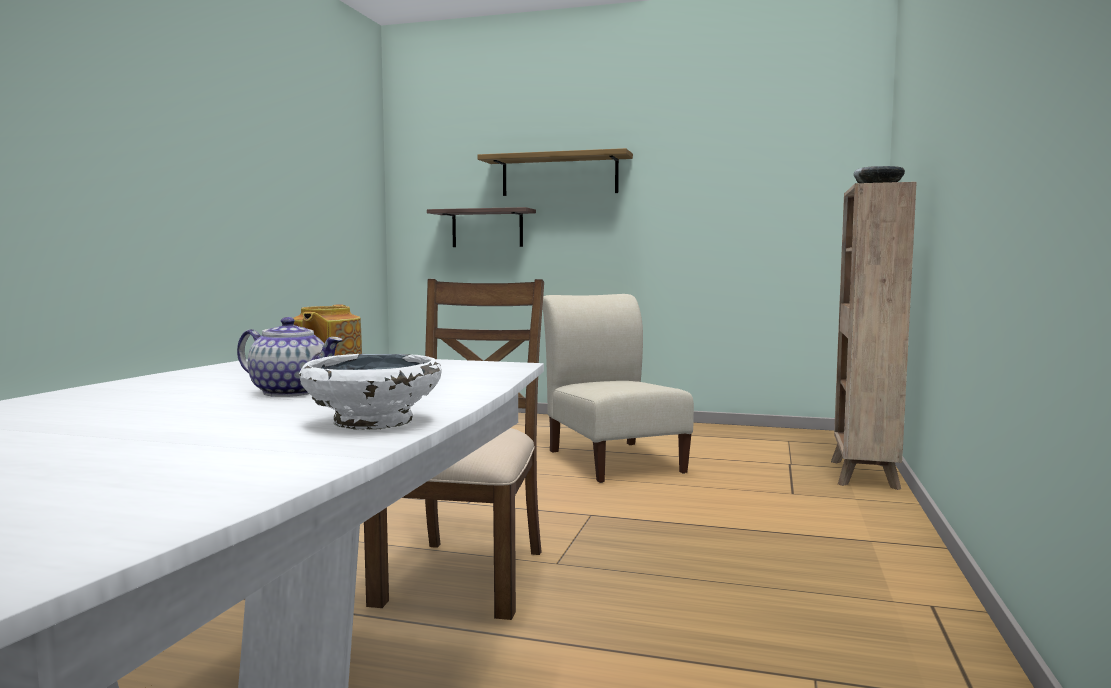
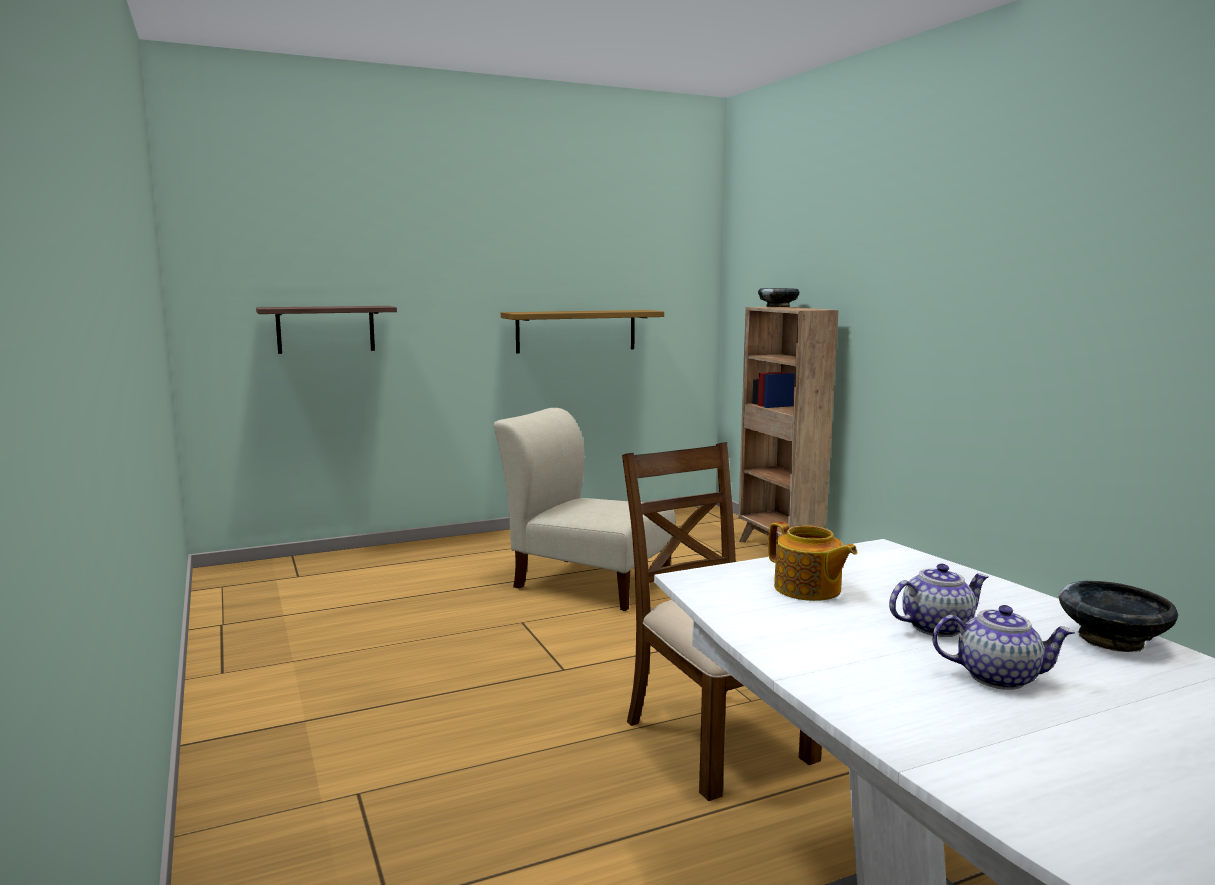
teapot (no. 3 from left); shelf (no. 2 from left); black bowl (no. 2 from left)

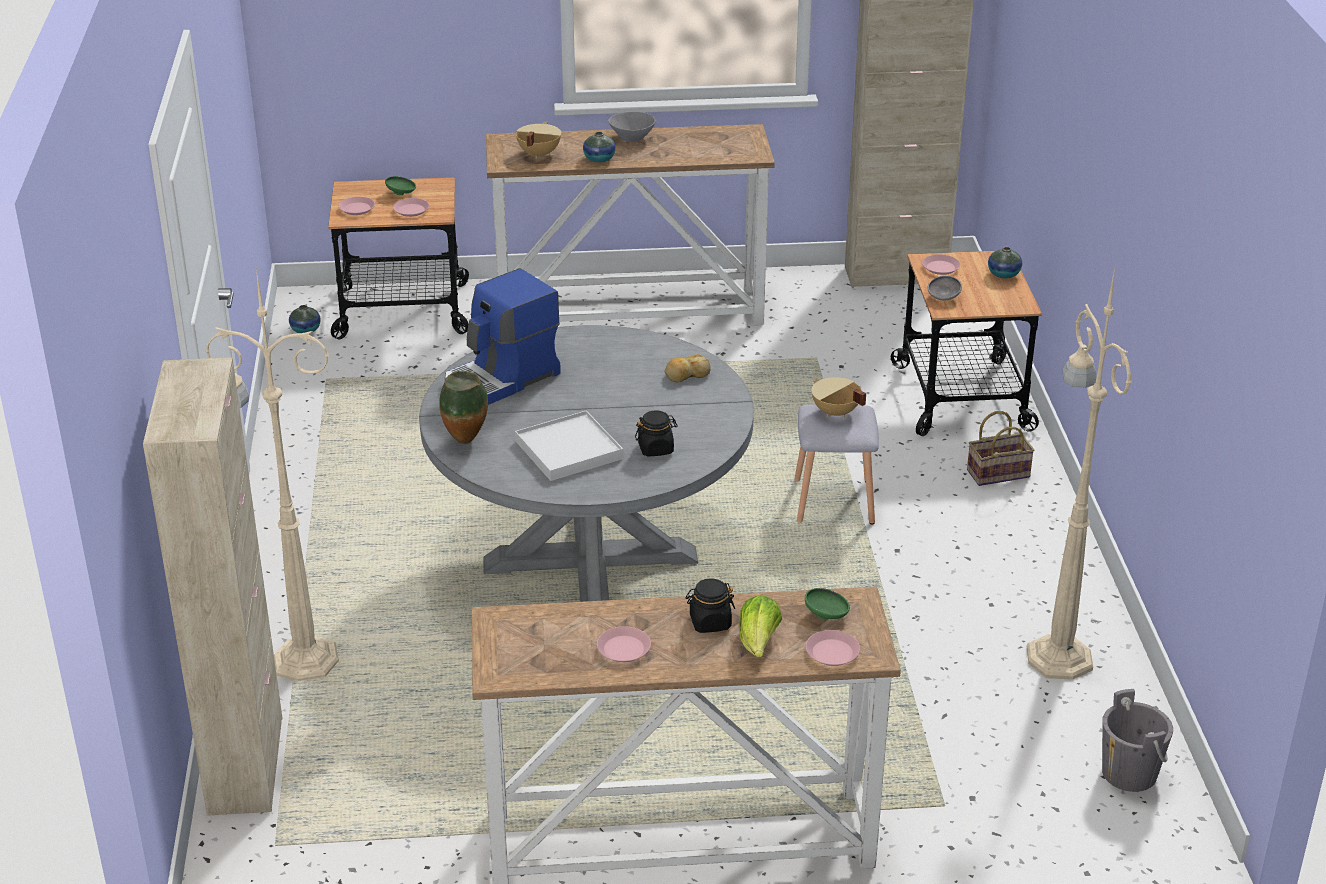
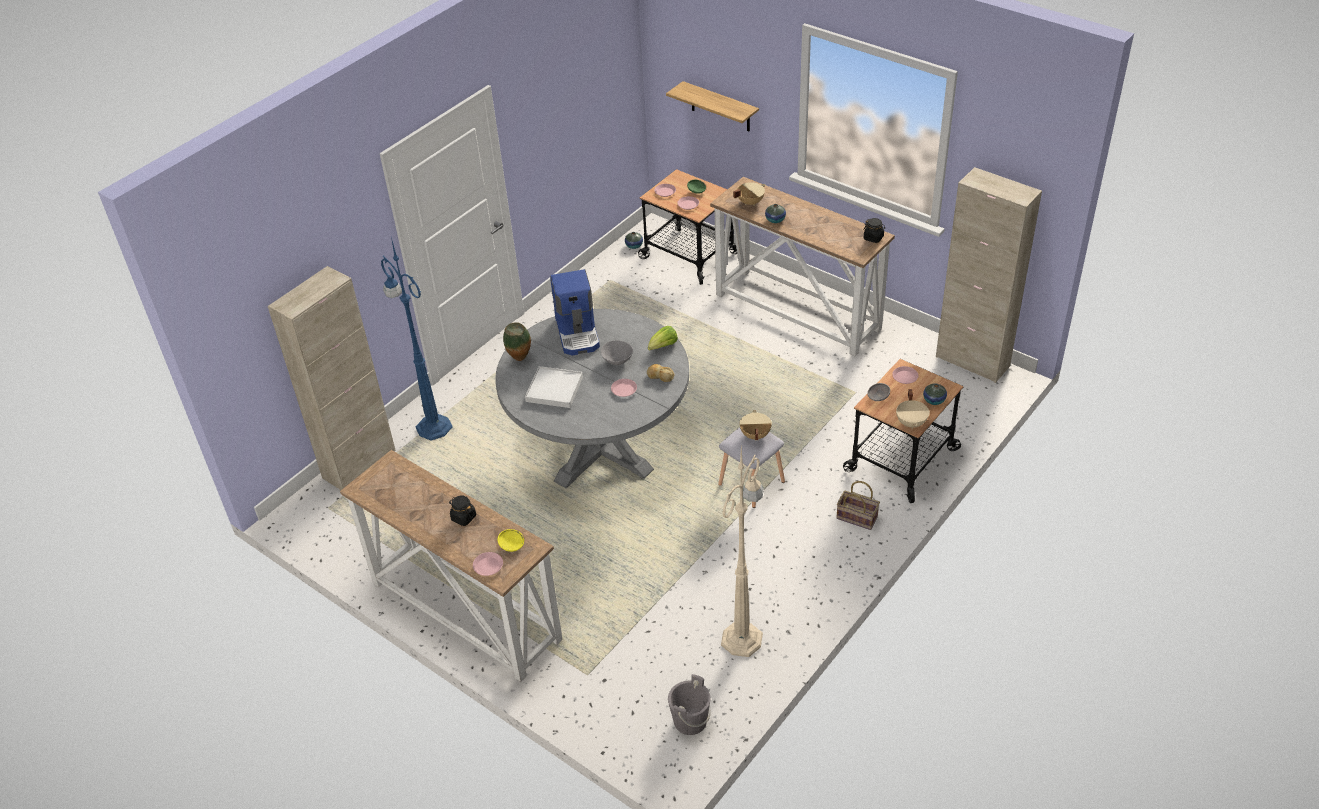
shelf; beige cooking pot (no. 3 from left); pink plate (no. 2 from left); grey bowl (no. 1 from left); black jar (no. 2 from left); lettuce; blue floor lamp; yellow bowl; coffee machine

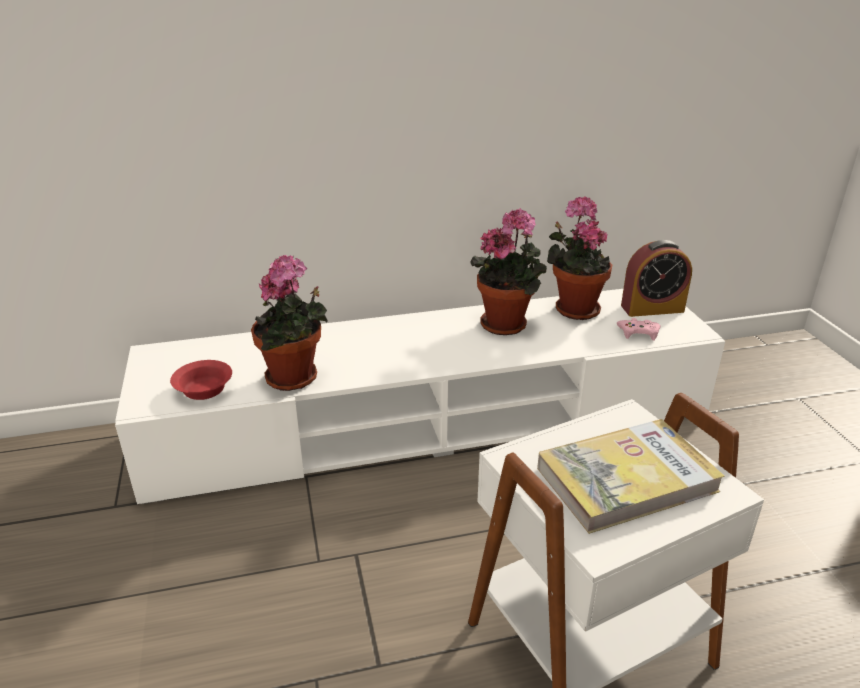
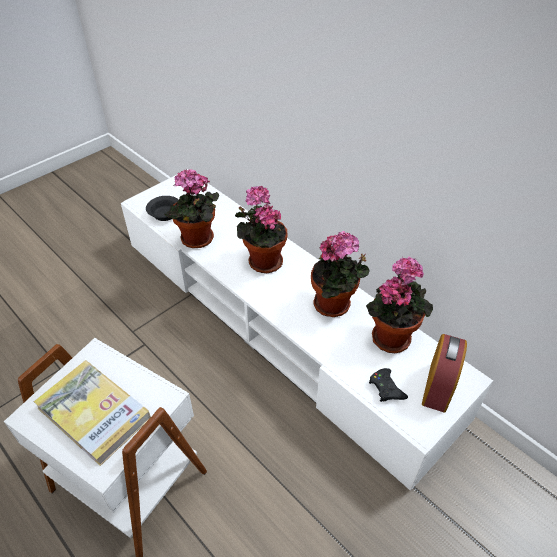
potted plant (no. 2 from left); black bowl; black game controller; alarm clock

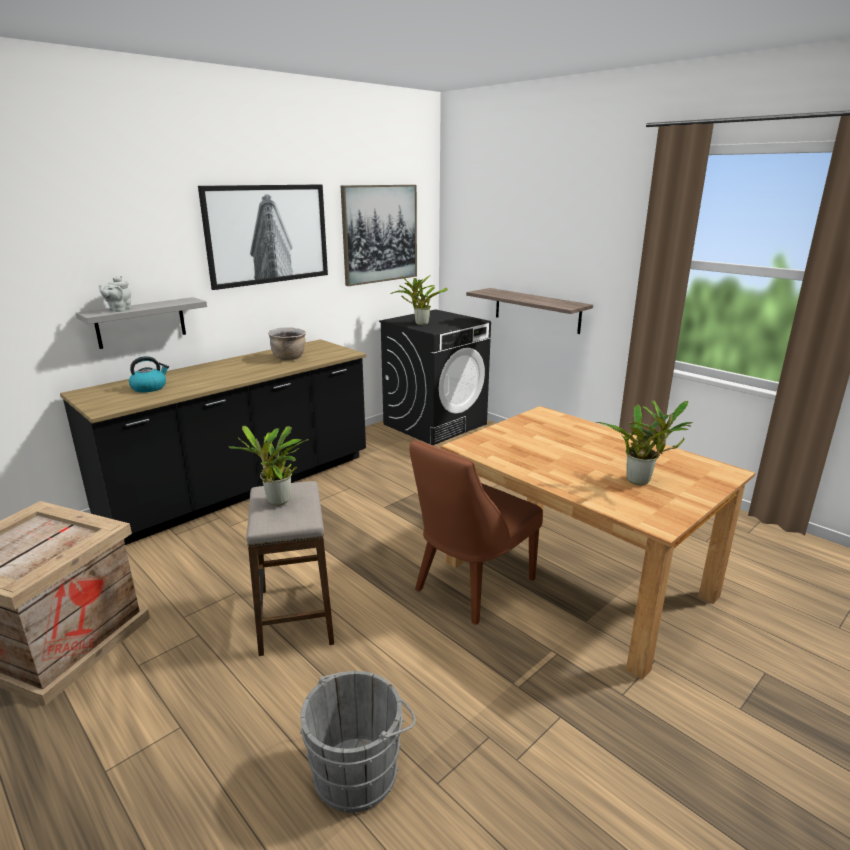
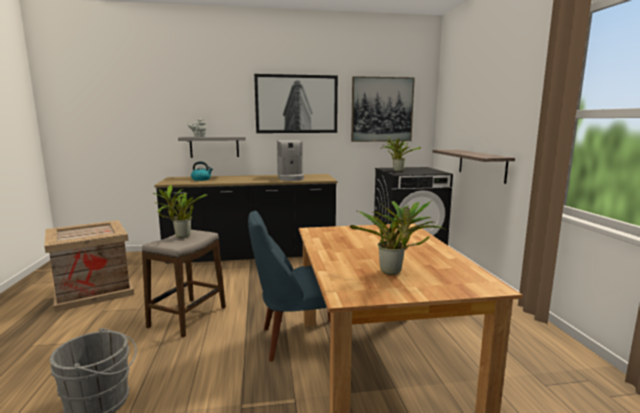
coffee machine; blue chair

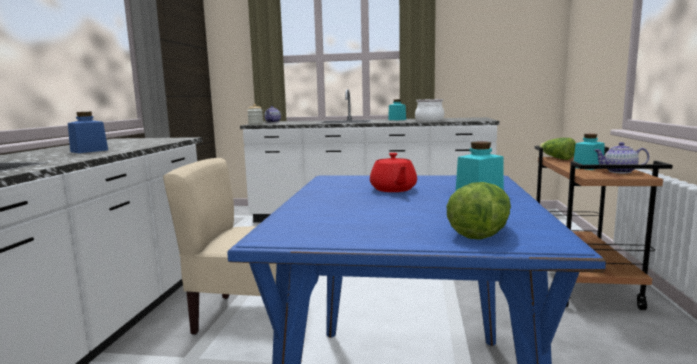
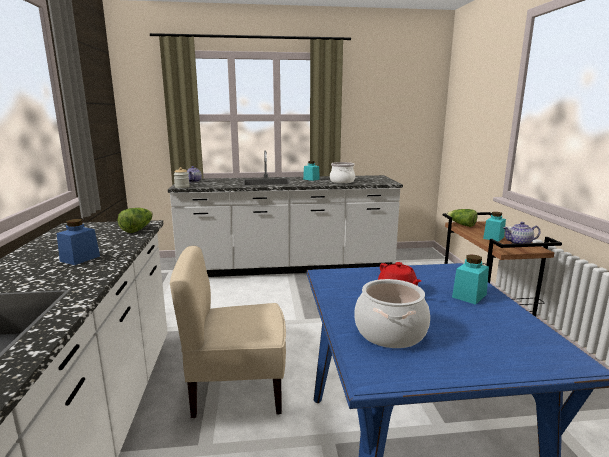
cooking pot (no. 2 from left); lettuce (no. 1 from left)

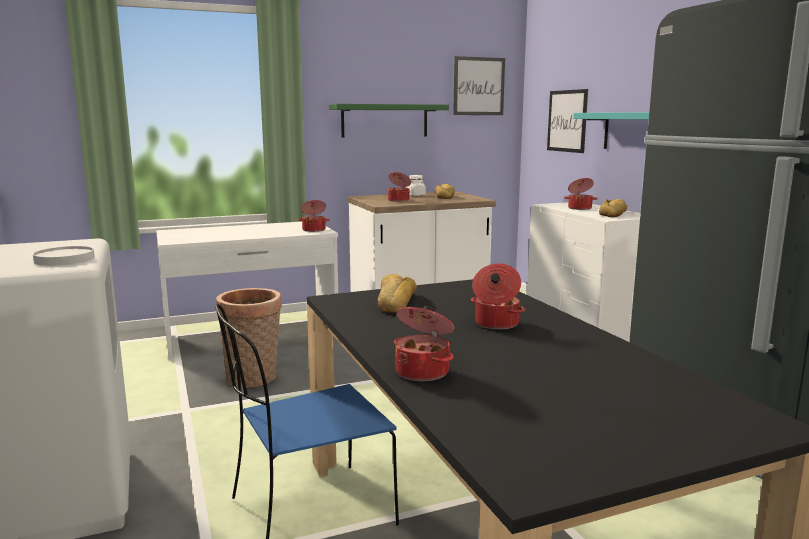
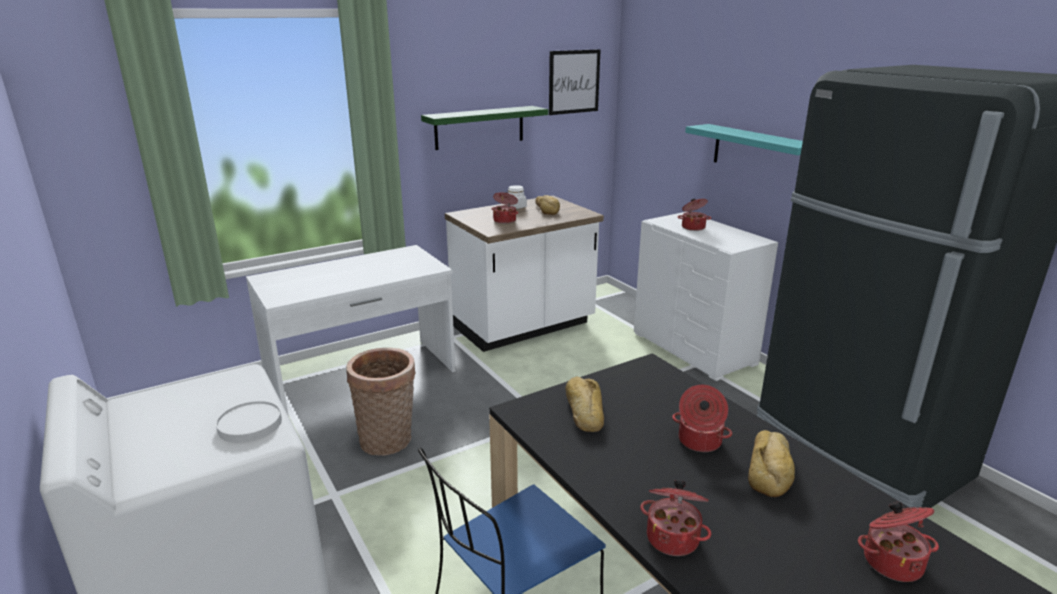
picture (no. 2 from left in the first image); cooking pot (no. 5 from left); bread (no. 3 from left)

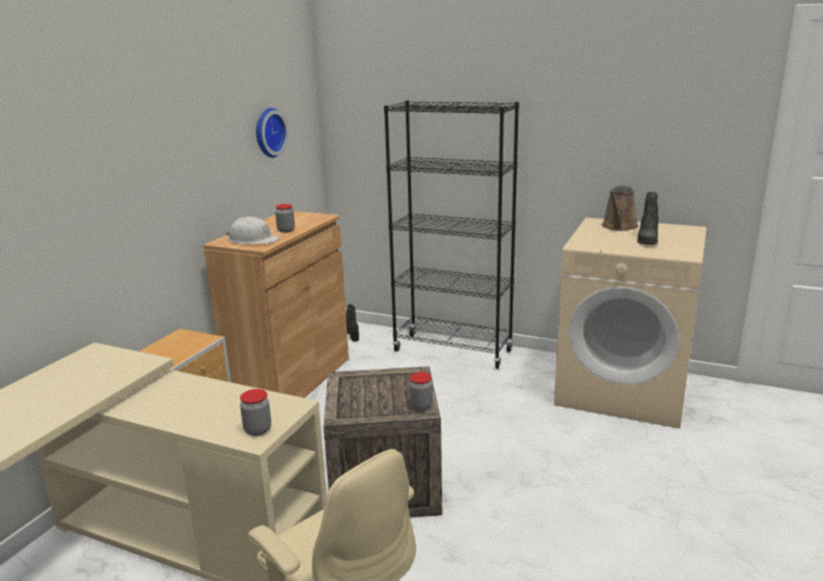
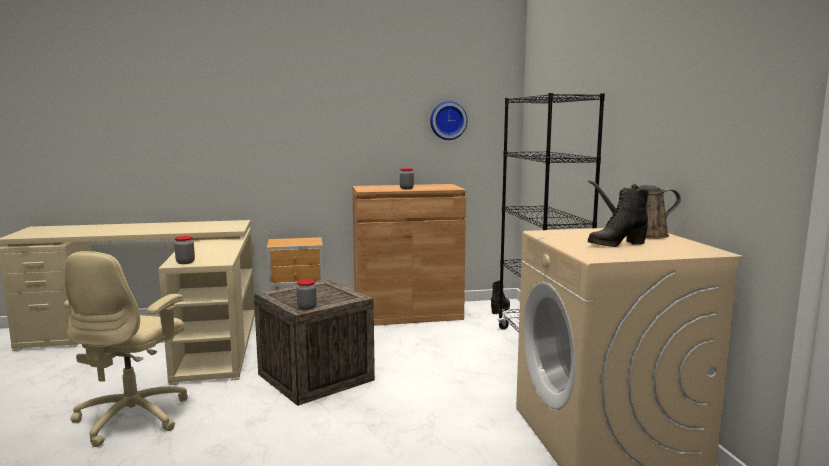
white hard hat

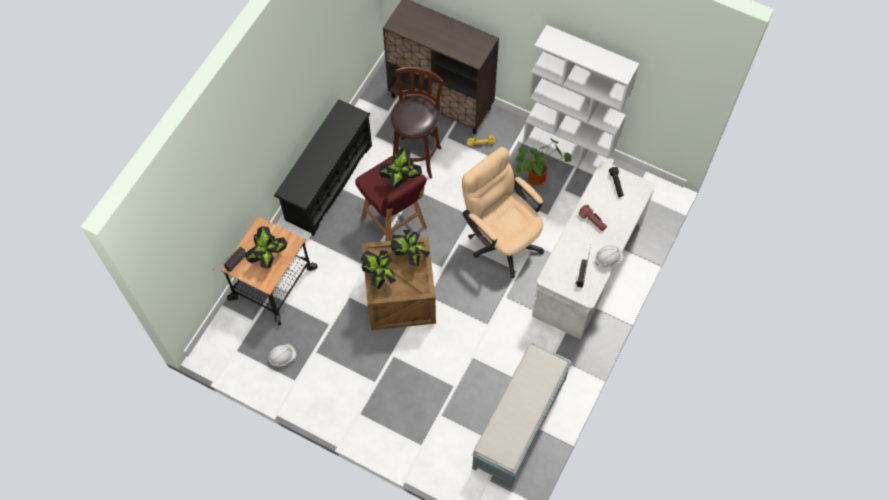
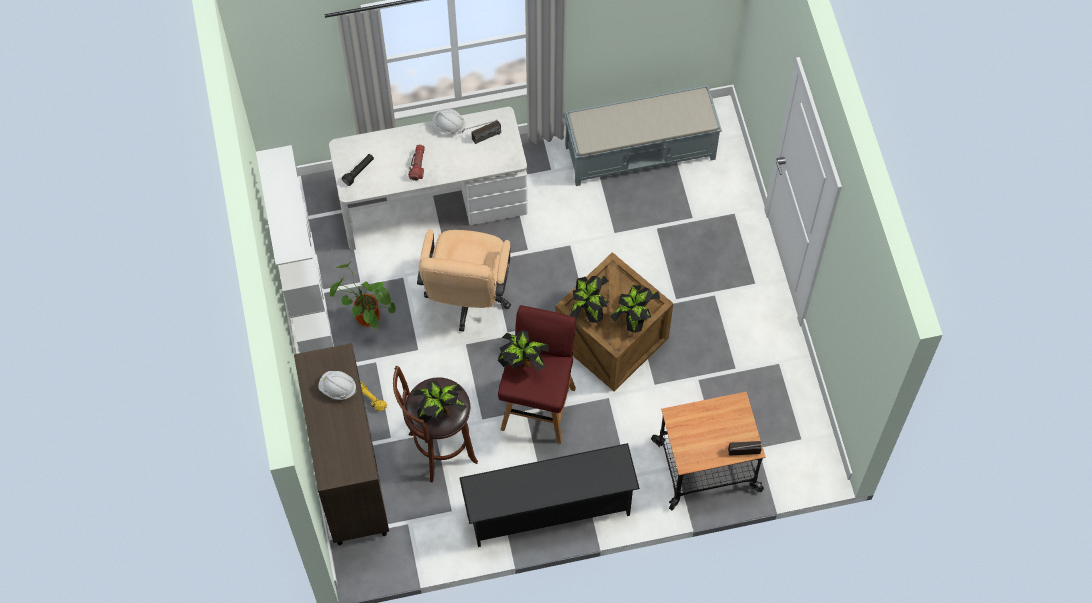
potted plant (no. 2 from left); white hard hat (no. 1 from left)

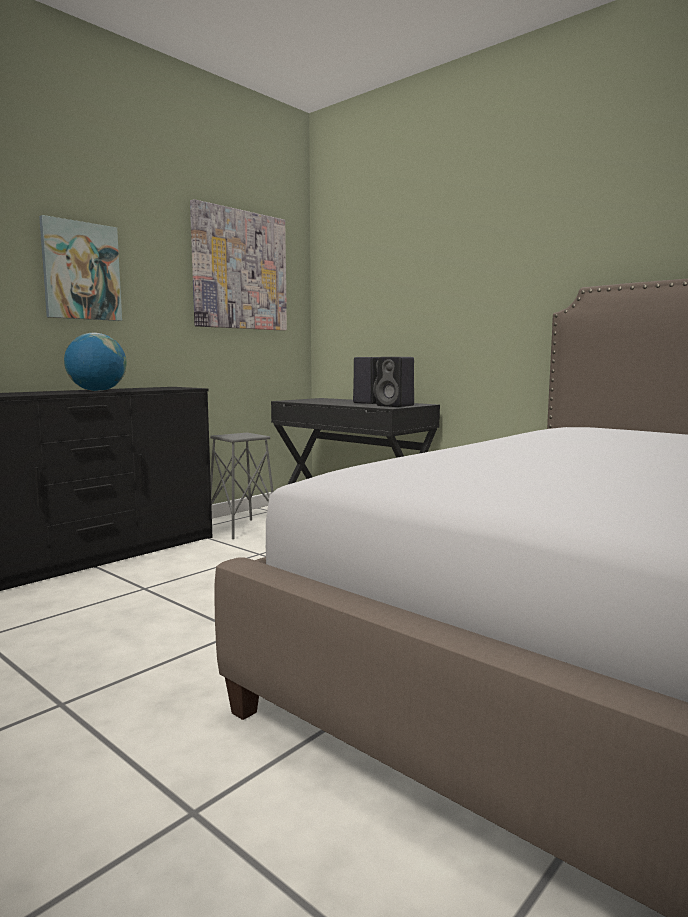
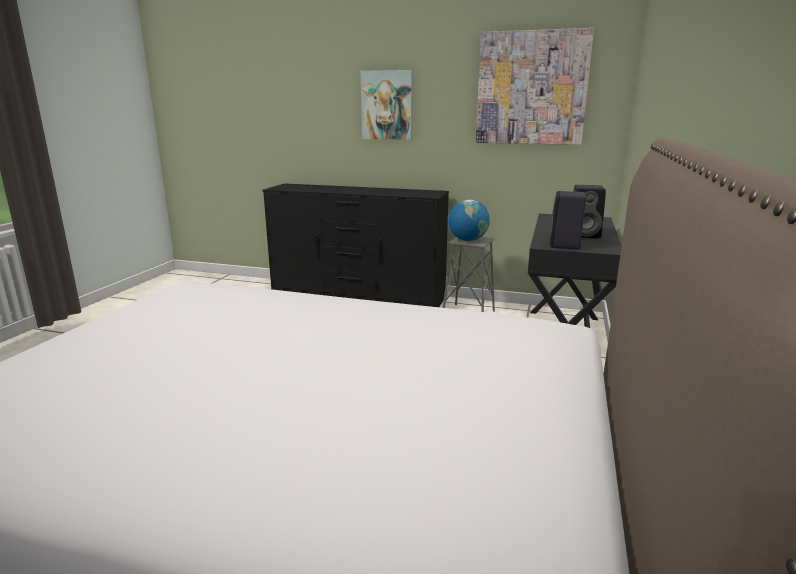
globe

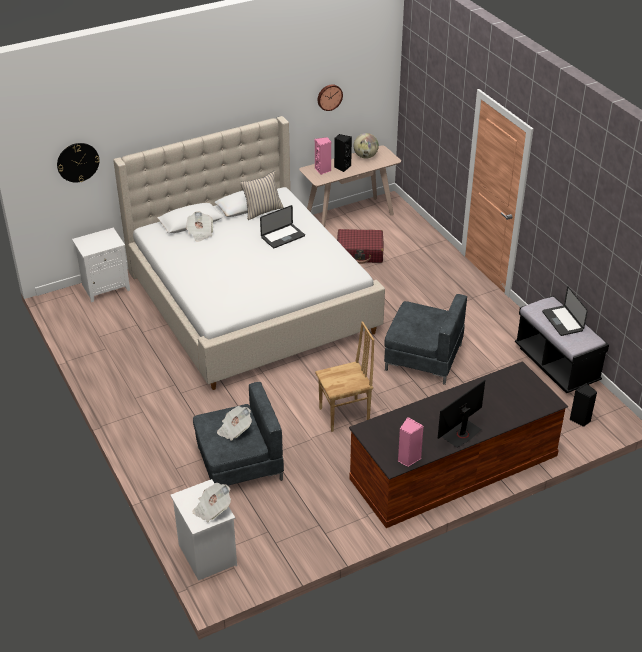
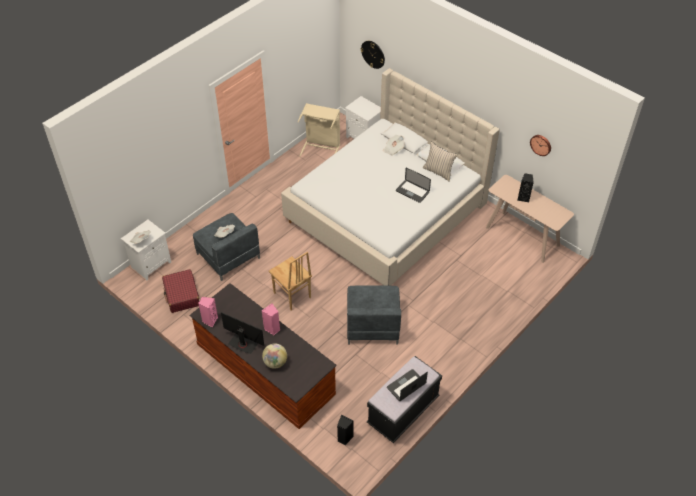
beige laundry basket; pink speaker (no. 2 from left); red suitcase; globe

